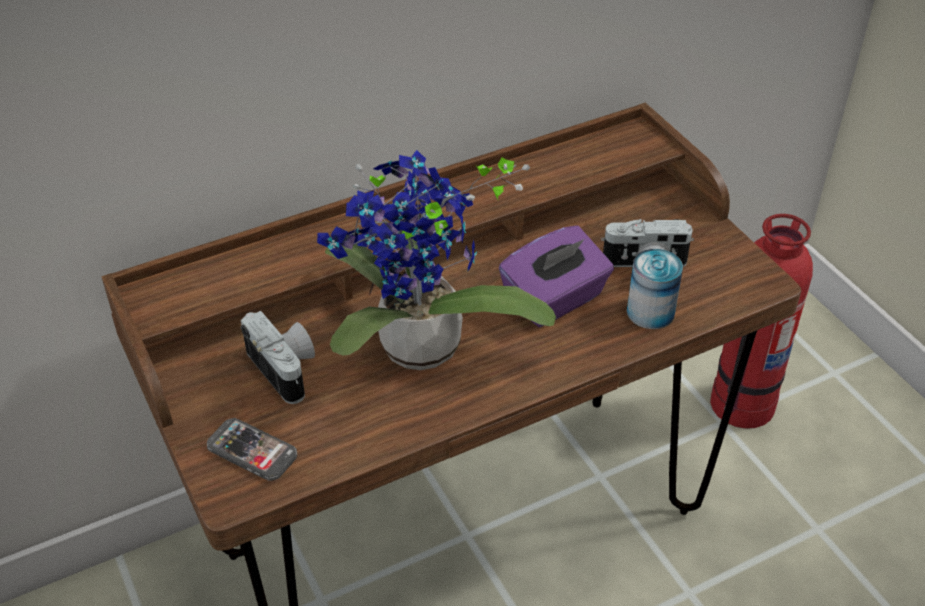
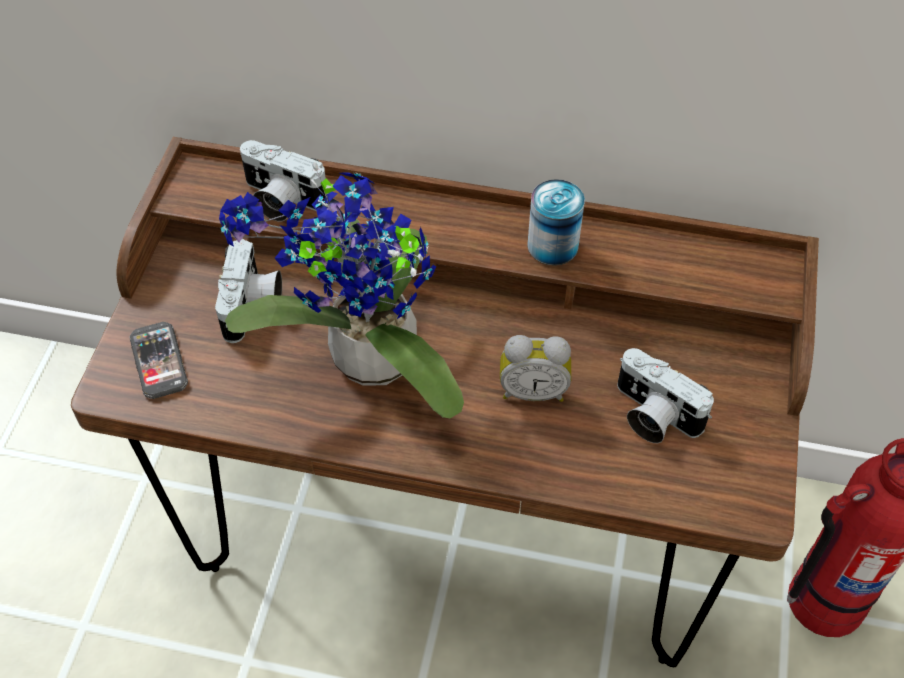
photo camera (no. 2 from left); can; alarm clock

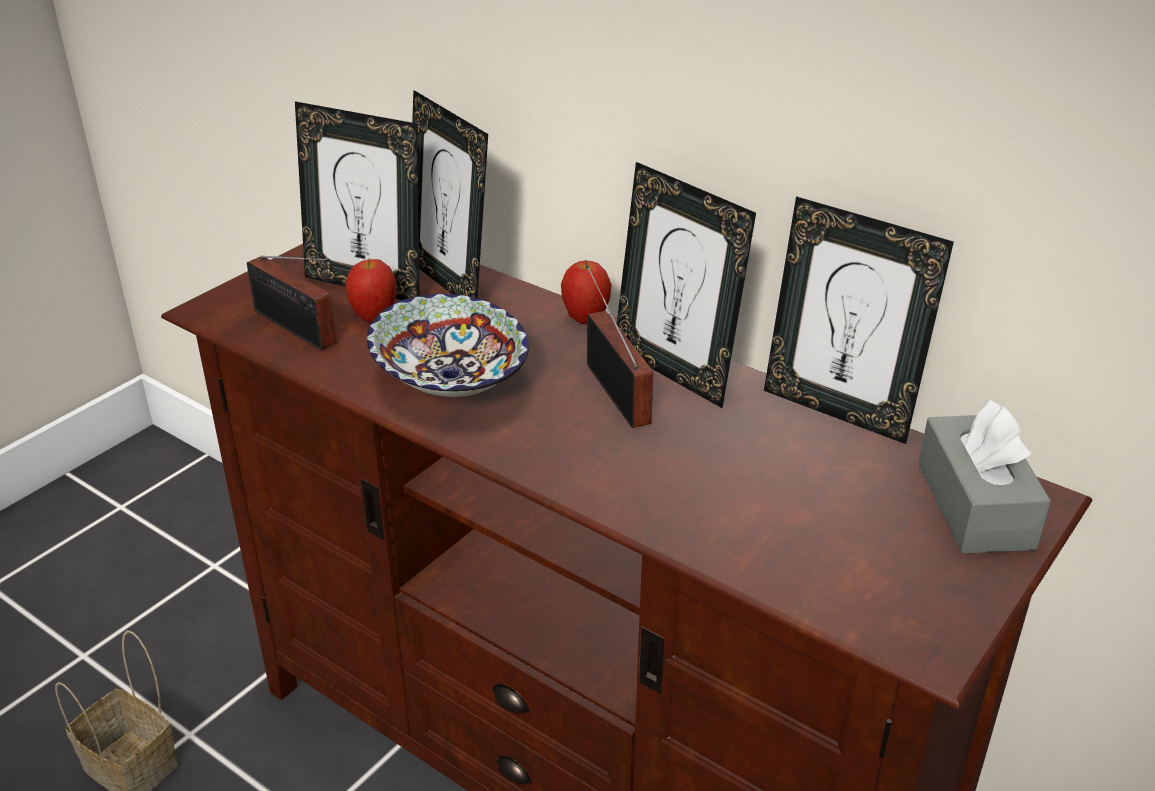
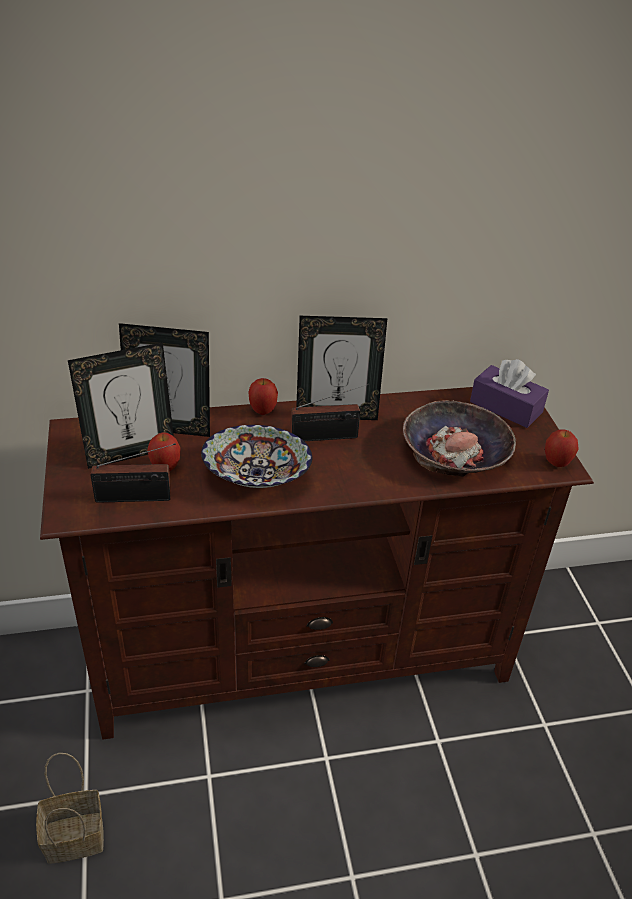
picture frame (no. 4 from left in the first image); bowl (no. 2 from left); apple (no. 3 from left); purple tissue box; radio (no. 2 from left)

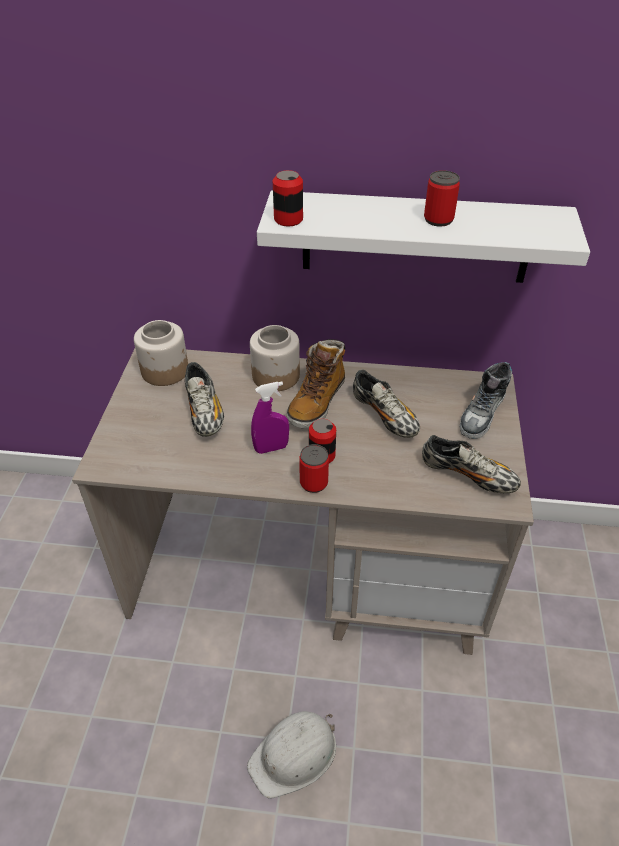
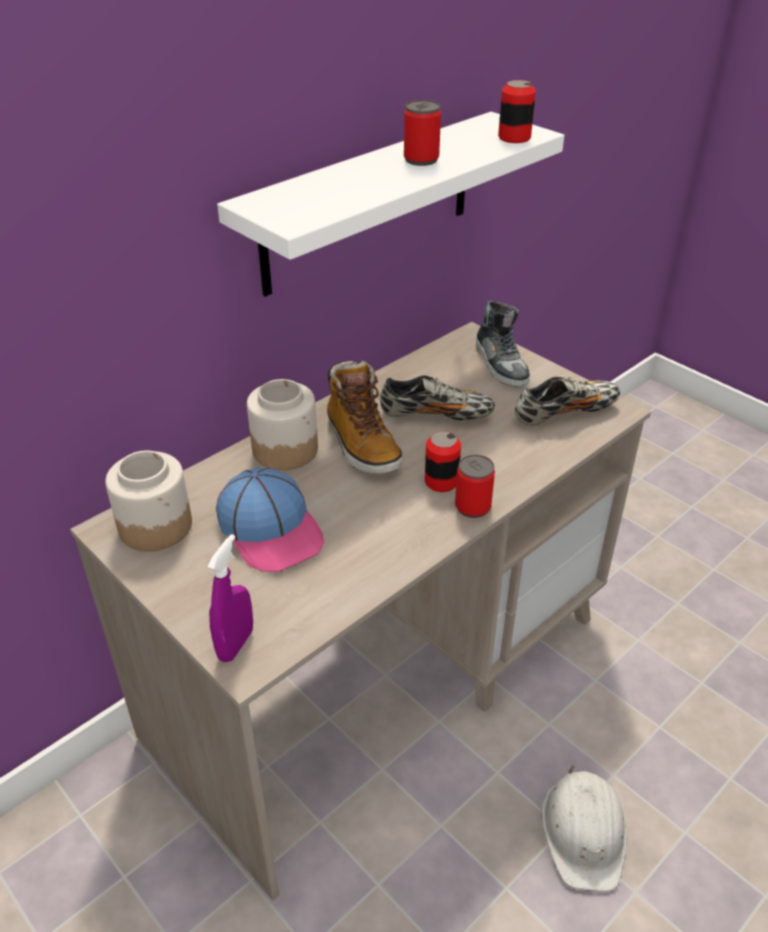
purple spray bottle; can (no. 4 from left); cap

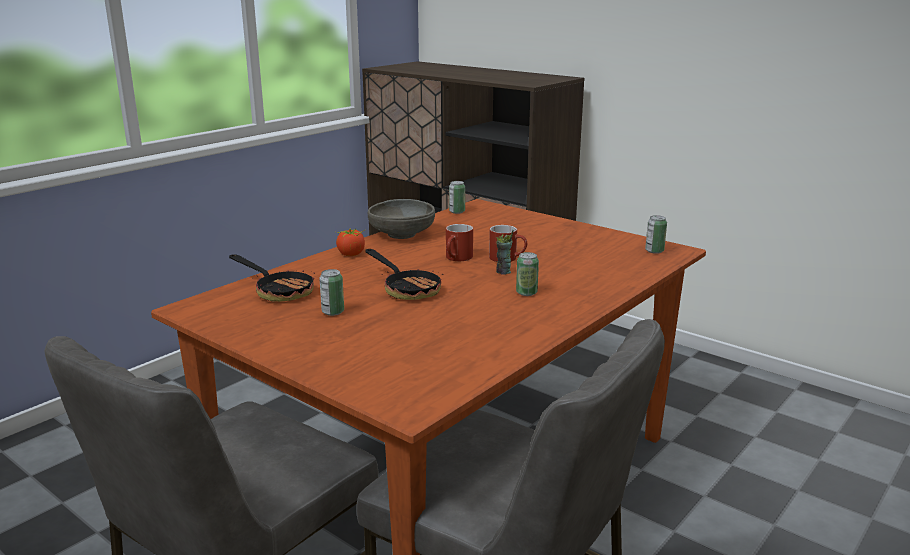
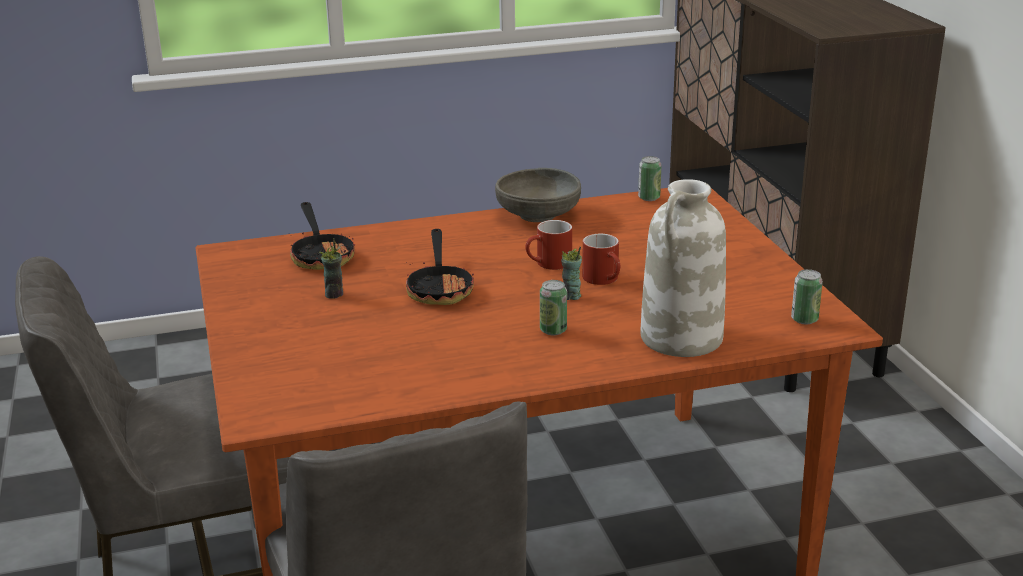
tomato; white vase; cup (no. 1 from left)

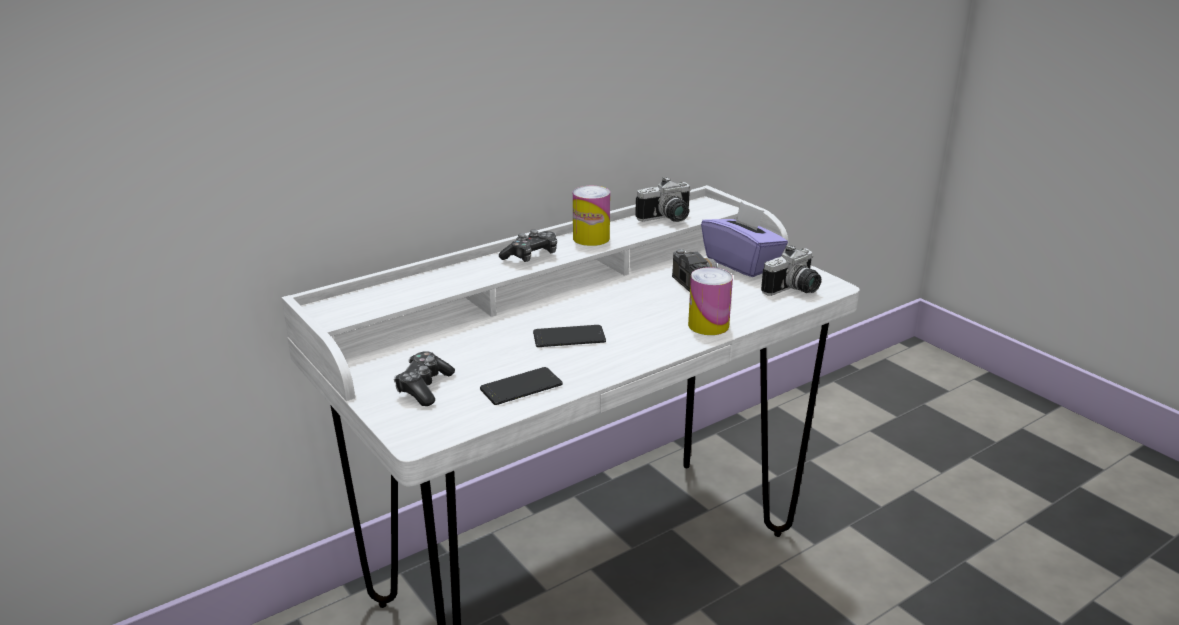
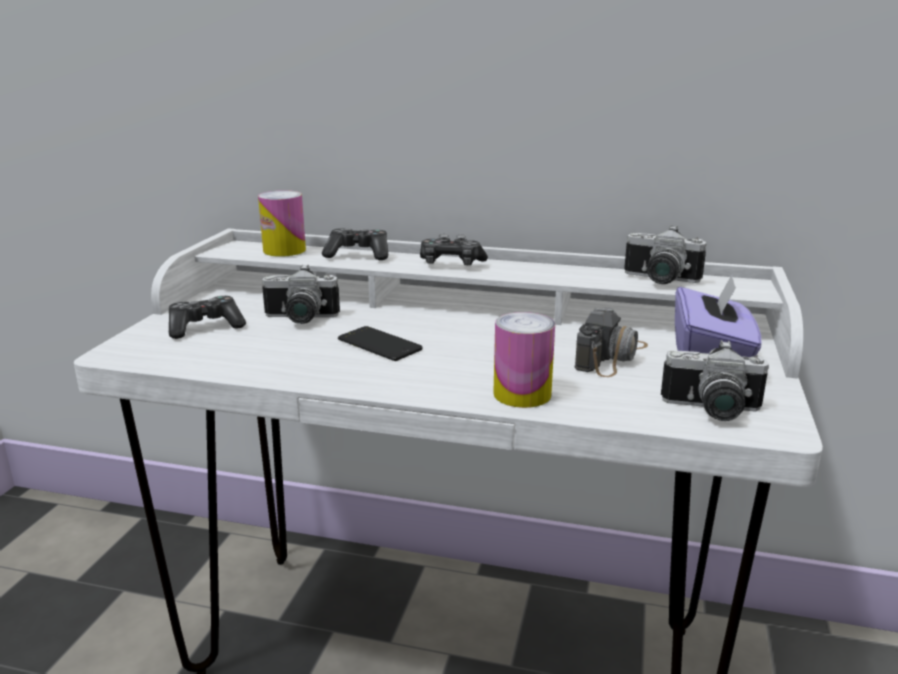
phone (no. 1 from left in the first image); photo camera (no. 1 from left); game controller (no. 2 from left); can (no. 1 from left)

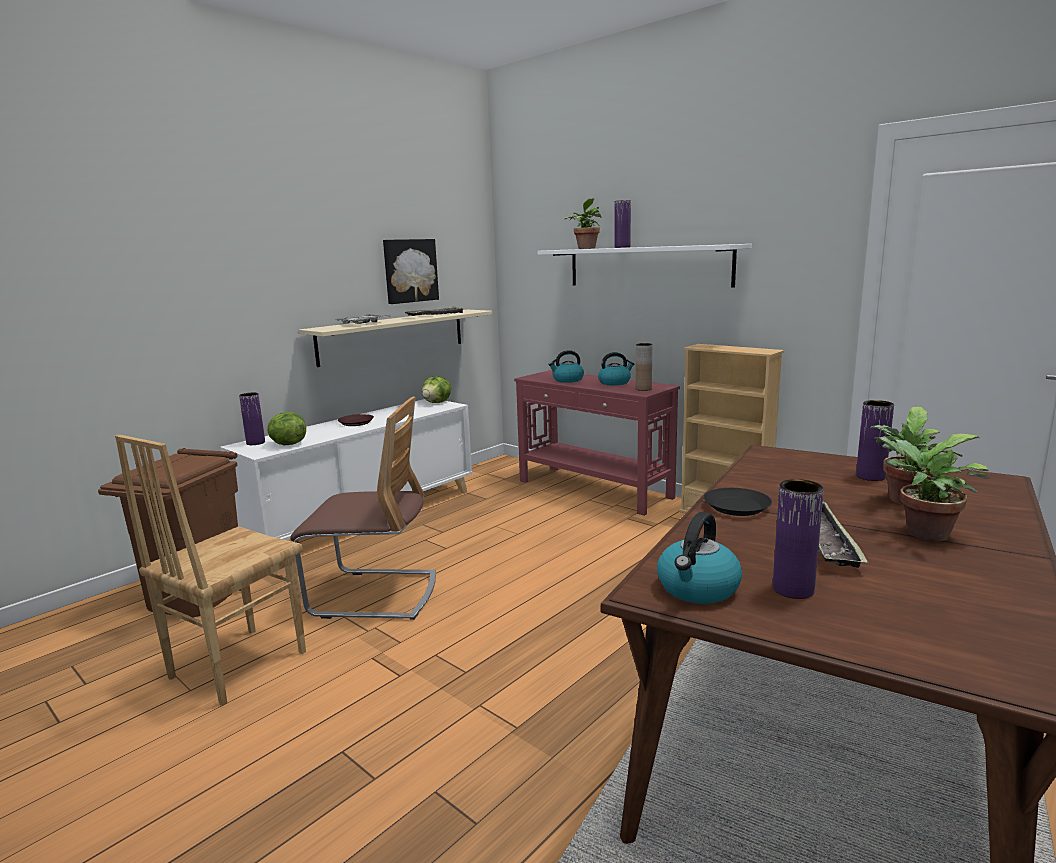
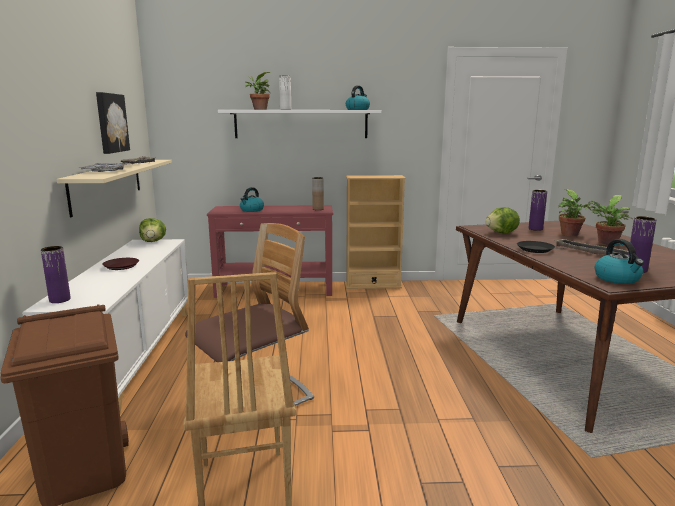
lettuce (no. 2 from left); kettle (no. 2 from left); white vase

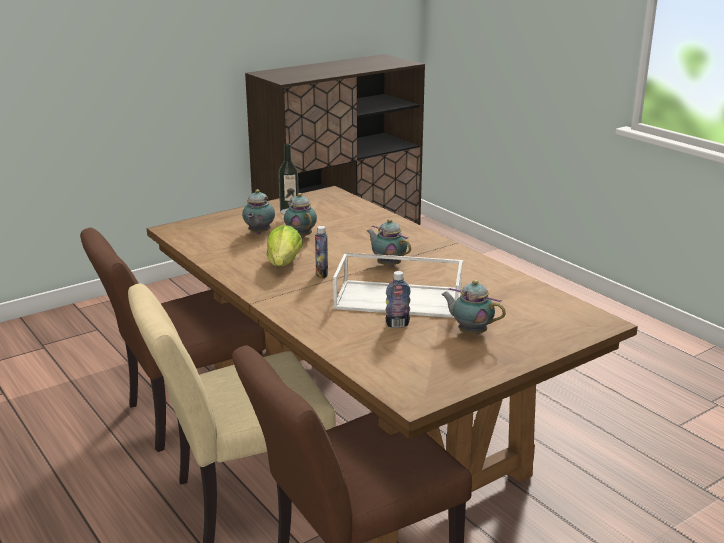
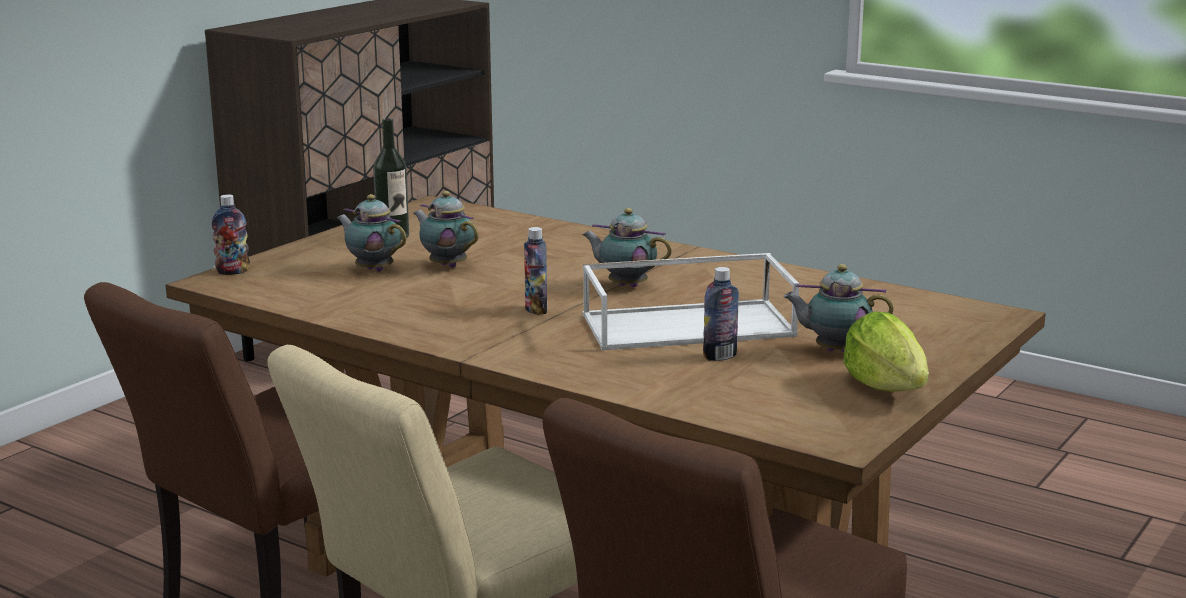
bottle (no. 1 from left); lettuce; teapot (no. 1 from left)

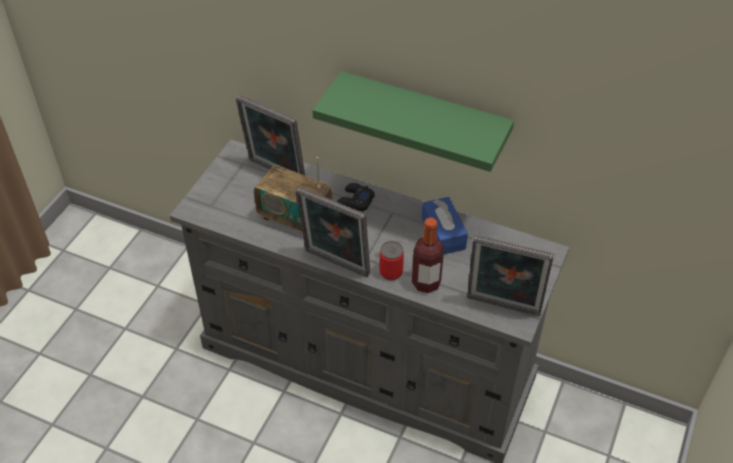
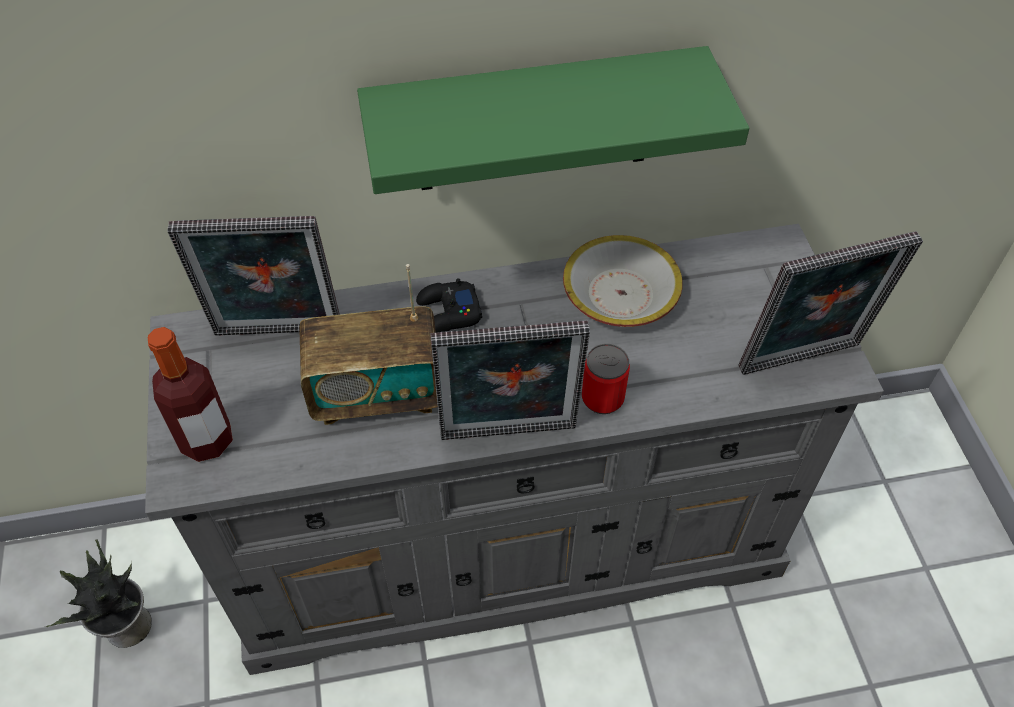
potted plant; bottle; bowl

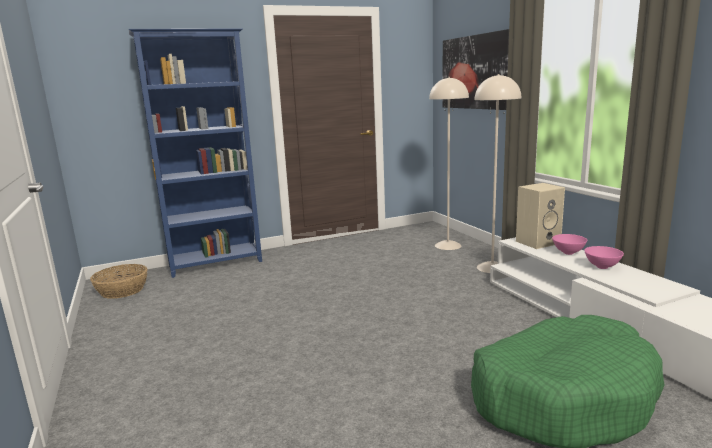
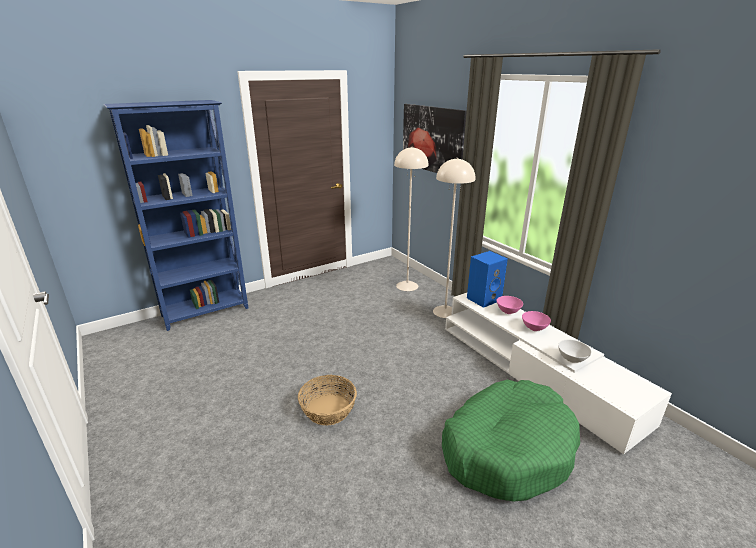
white bowl; basket; blue speaker

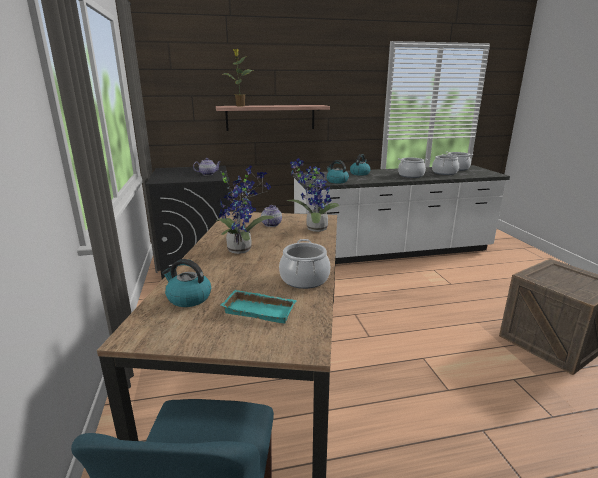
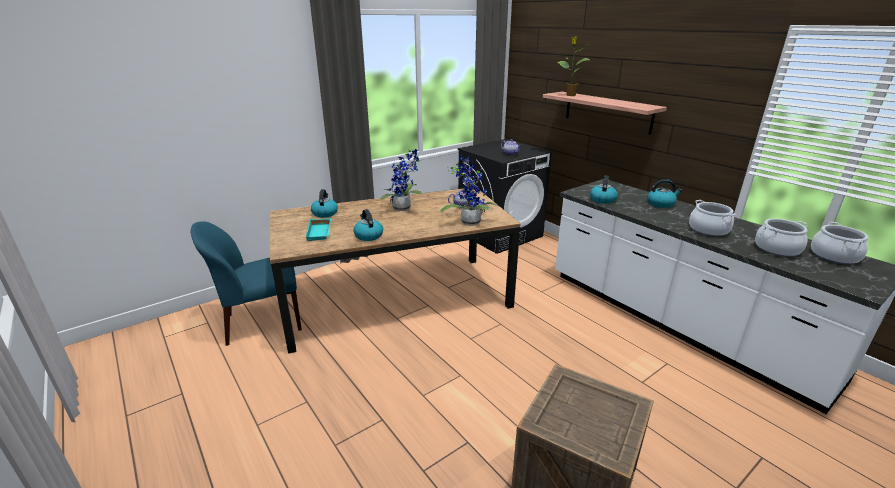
kettle (no. 2 from left)

